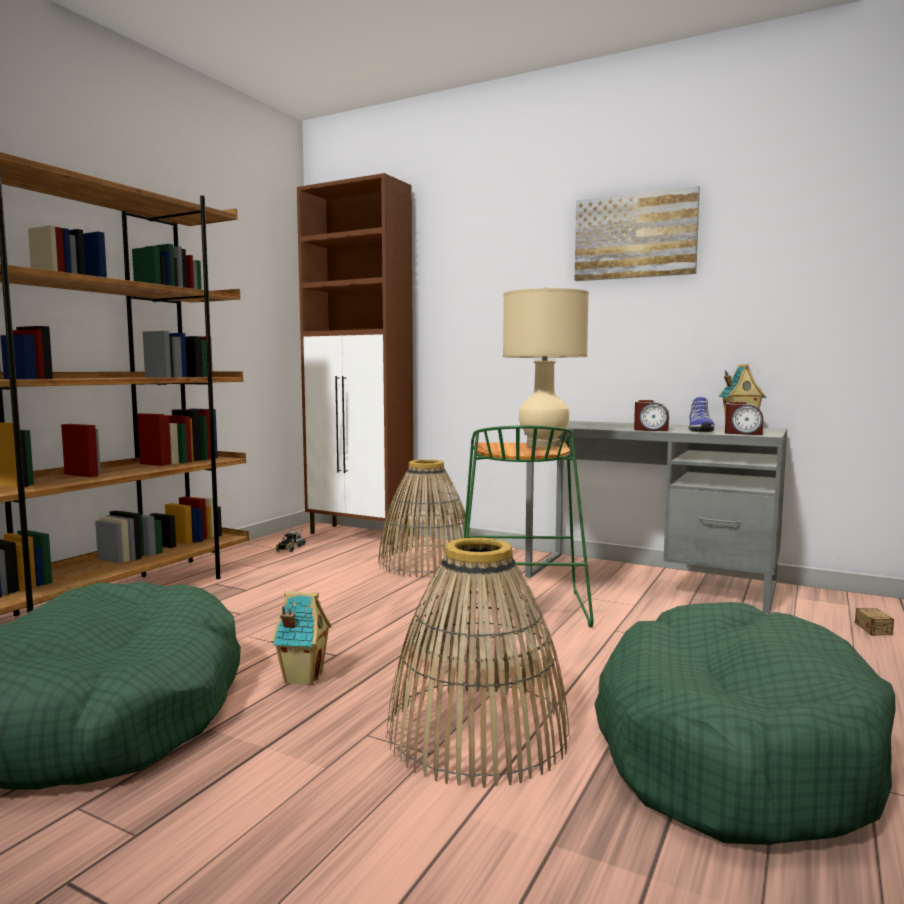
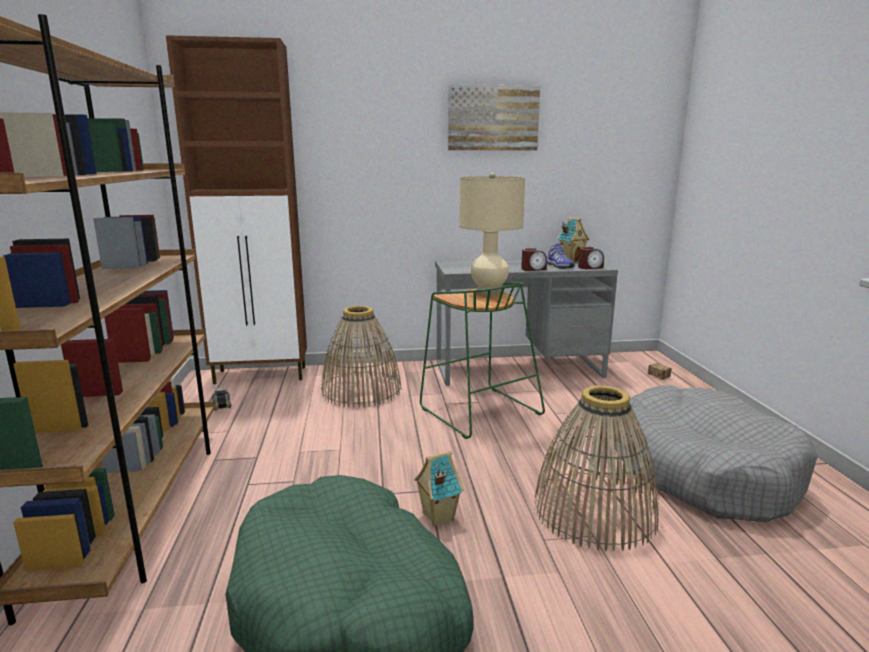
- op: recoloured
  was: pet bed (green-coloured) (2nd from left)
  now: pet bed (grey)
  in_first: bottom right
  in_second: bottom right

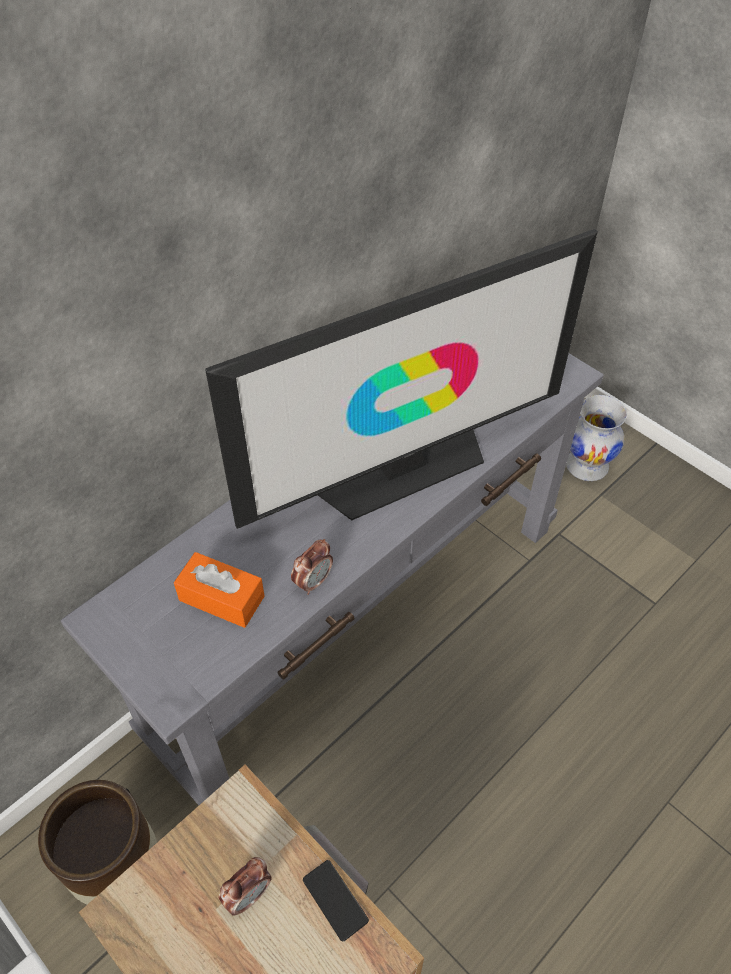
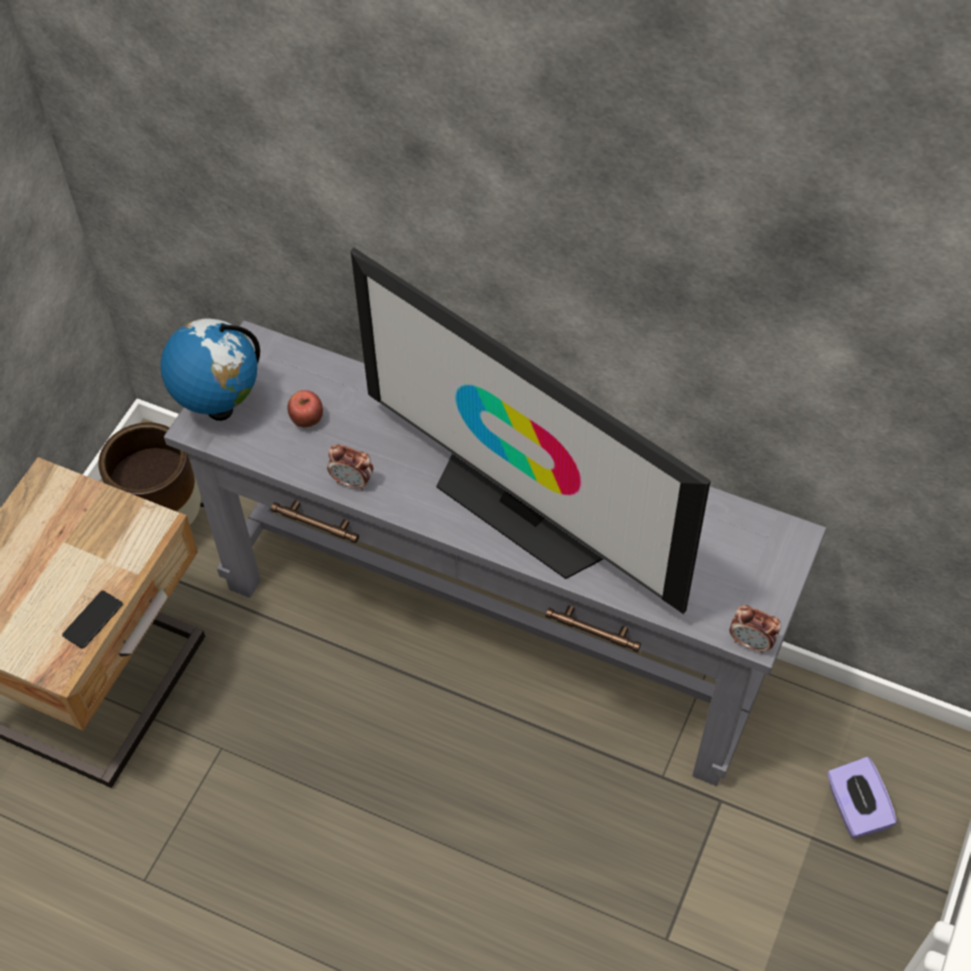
- op: replaced
  was: flower vase (white)
  now: box of tissues (purple)
  in_first: middle right
  in_second: bottom right
- op: replaced
  was: box of tissues (orange)
  now: apple fruit
  in_first: middle left
  in_second: middle left
- op: moved
  was: bedside clock (1st from left in the first image)
  now: bedside clock (2nd from left)
  in_first: bottom centre
  in_second: middle right
- op: added
  now: globe
  in_second: middle left

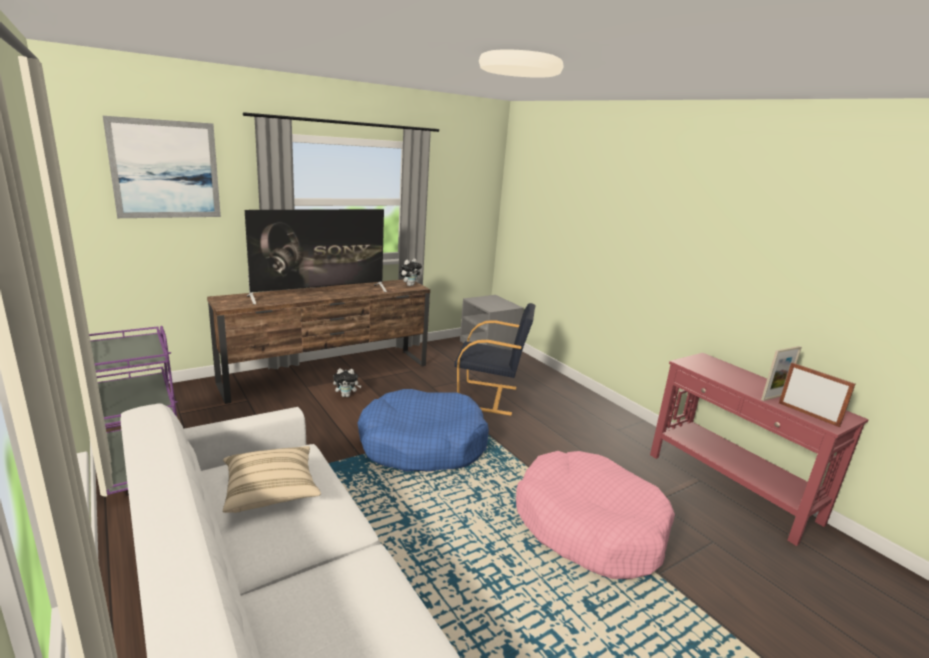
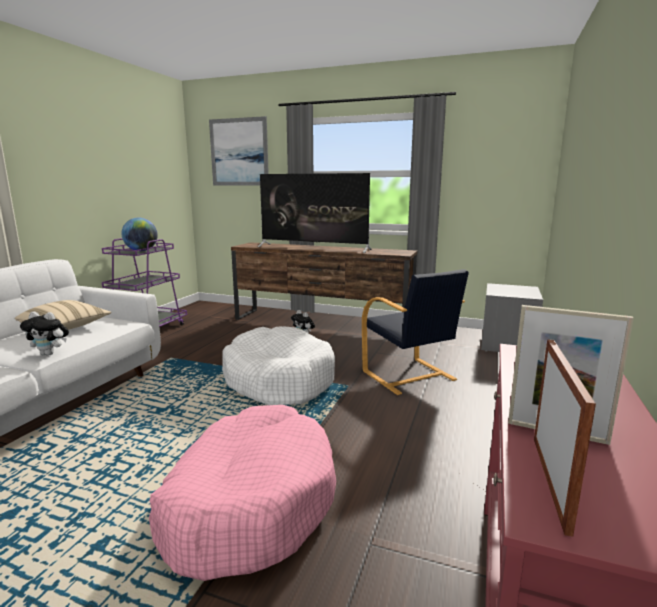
- op: moved
  was: plush toy (2nd from left in the first image)
  now: plush toy (1st from left)
  in_first: centre
  in_second: middle left
- op: recoloured
  was: pet bed (bluish)
  now: pet bed (white)
  in_first: centre
  in_second: centre
- op: added
  now: globe
  in_second: middle left

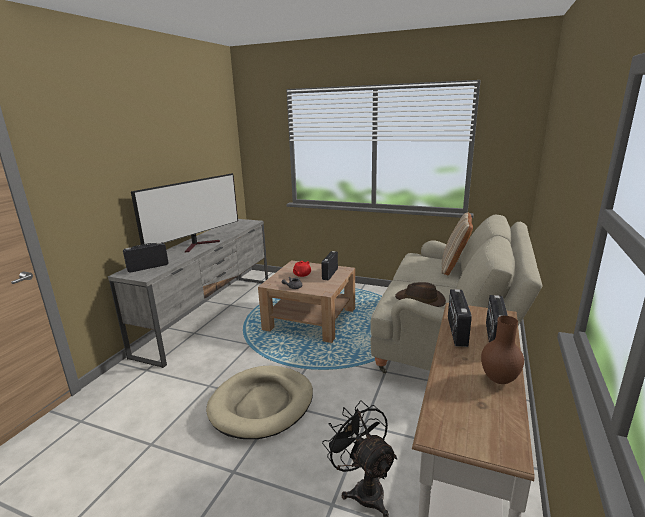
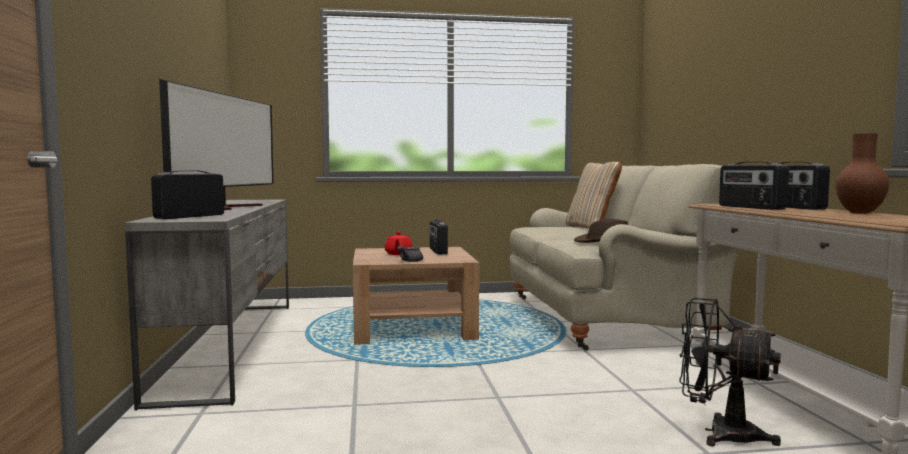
- op: removed
  was: pet bed (sand-coloured)
  in_first: bottom centre

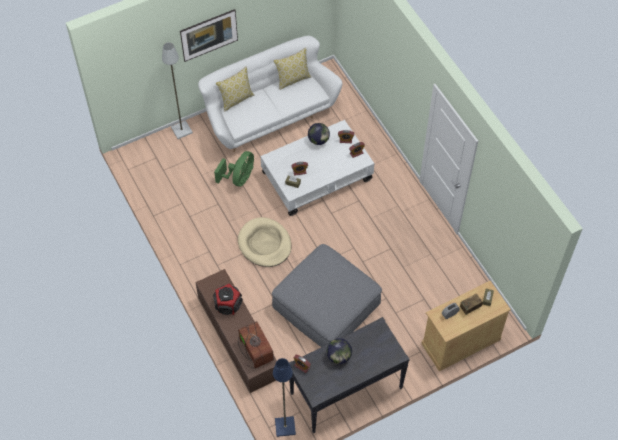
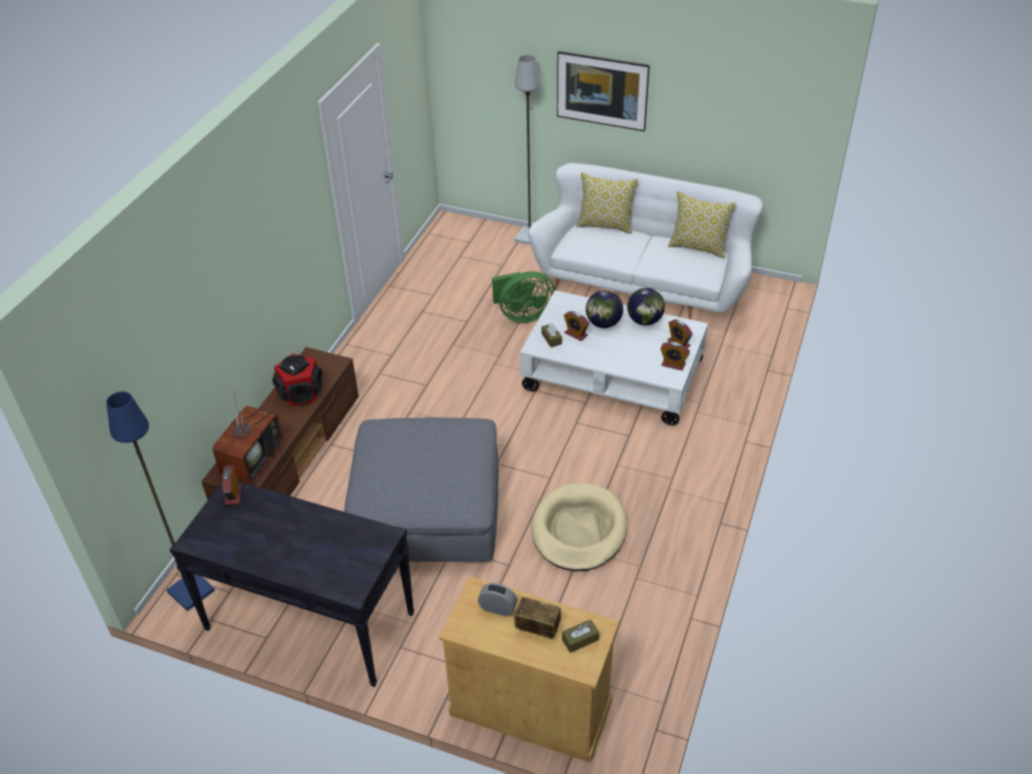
- op: moved
  was: pet bed (sand-coloured)
  in_first: centre
  in_second: bottom centre
- op: moved
  was: globe (2nd from left in the first image)
  now: globe (1st from left)
  in_first: bottom centre
  in_second: centre

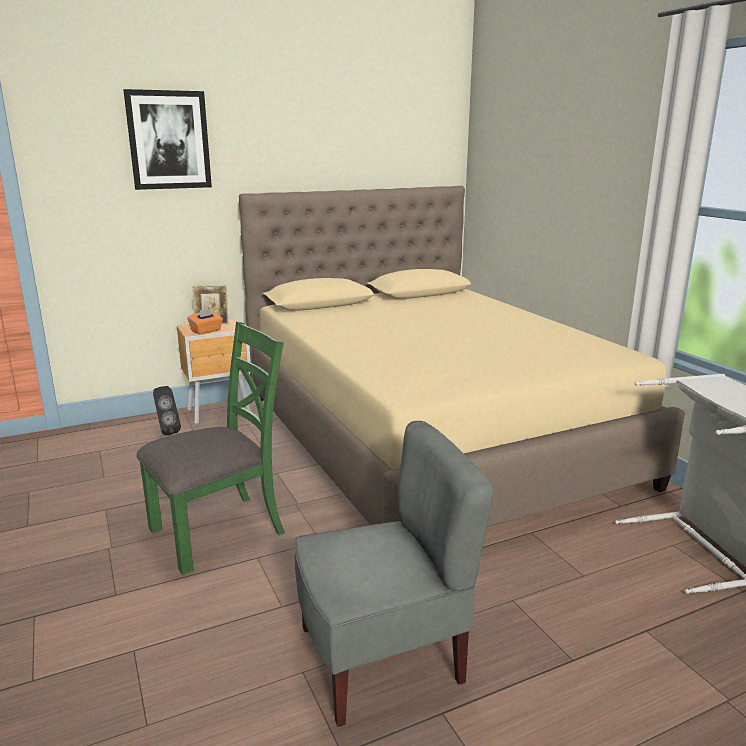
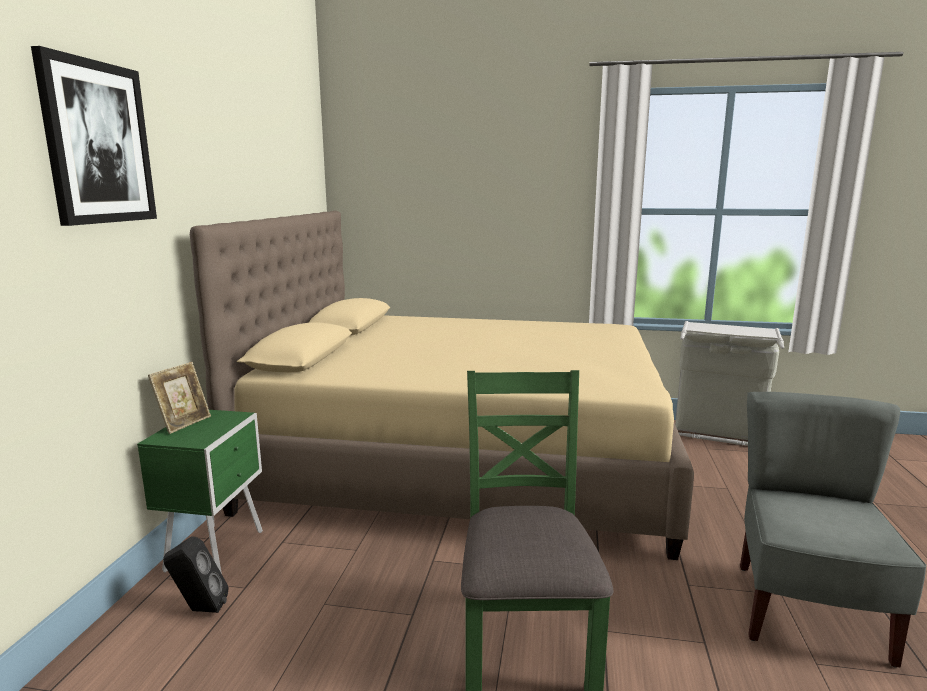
- op: removed
  was: box of tissues (orange)
  in_first: middle left
- op: recoloured
  was: bedside table (brown-coloured)
  now: bedside table (green-coloured)
  in_first: middle left
  in_second: bottom left

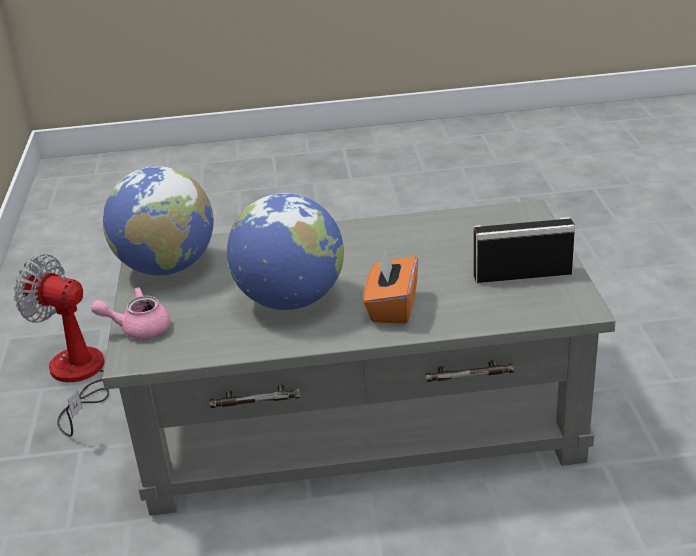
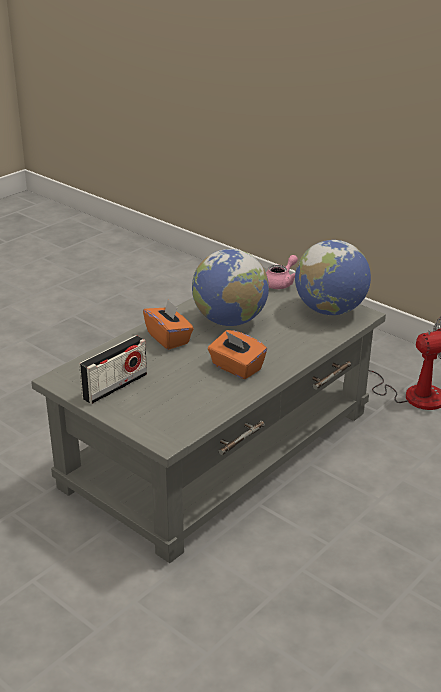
- op: added
  now: box of tissues (orange) (2nd from left)
  in_second: centre

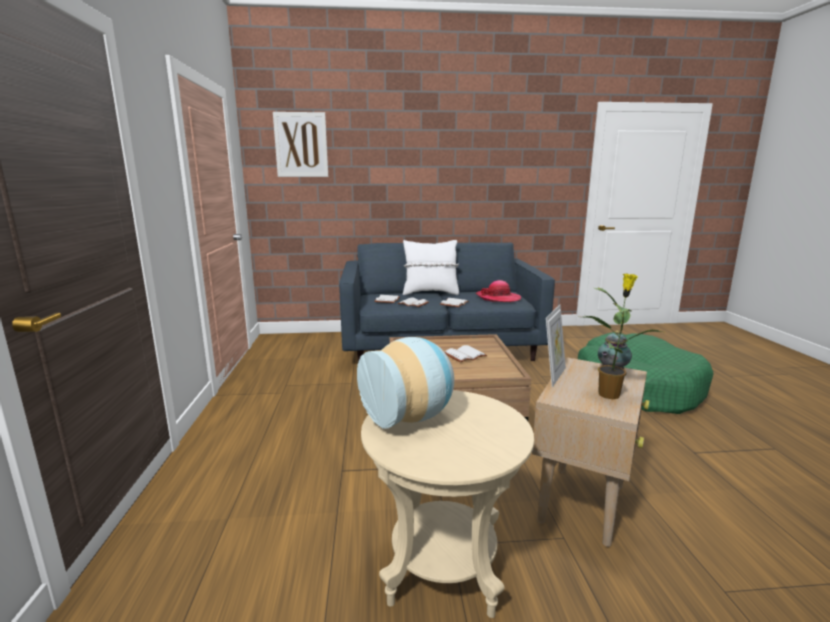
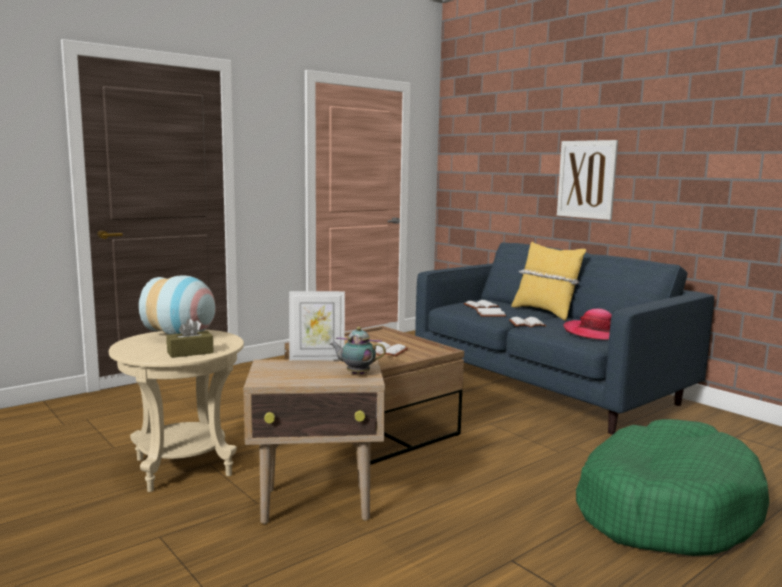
- op: moved
  was: wall picture
  in_first: top centre
  in_second: top right
- op: recoloured
  was: pillow (white)
  now: pillow (yellowish)
  in_first: centre
  in_second: middle right
- op: removed
  was: potted plant
  in_first: middle right
- op: added
  now: box of tissues (brown-coloured)
  in_second: middle left

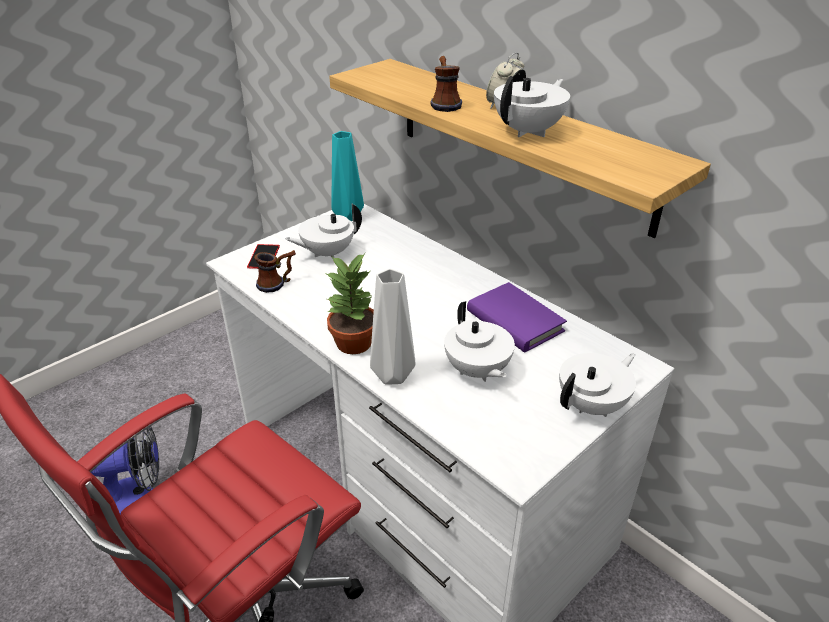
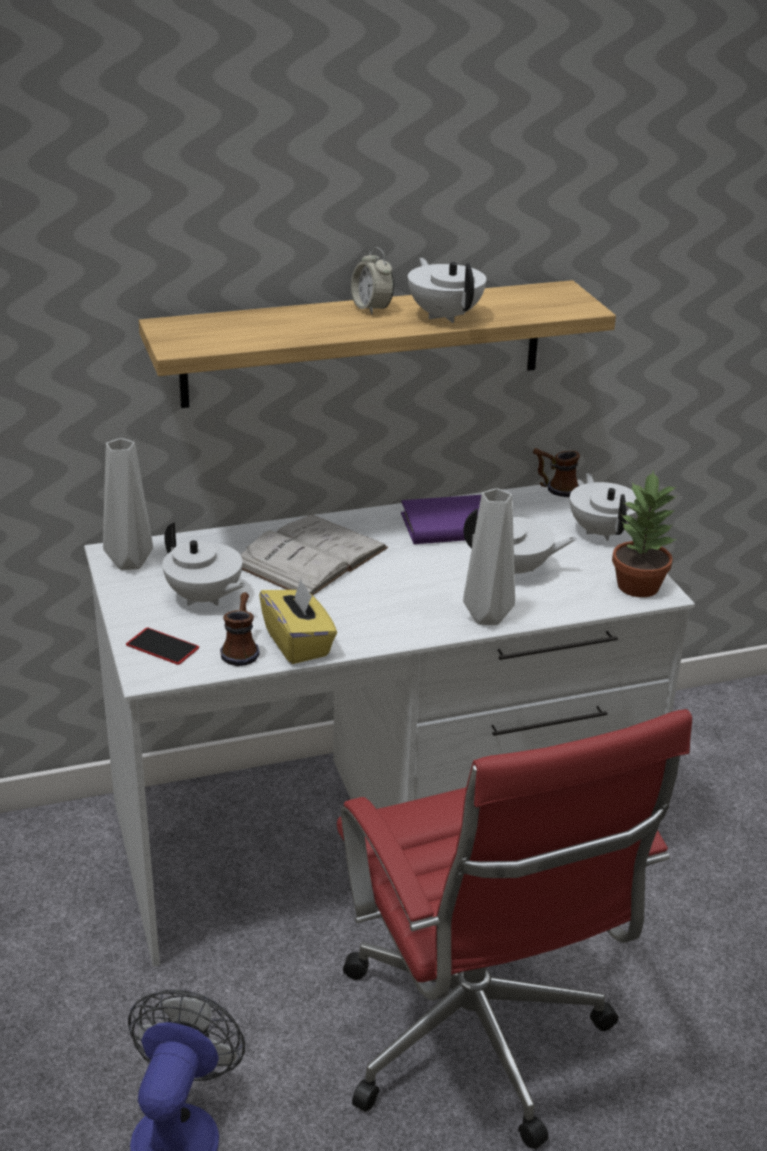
- op: moved
  was: tea mug (2nd from left)
  in_first: top centre
  in_second: middle right
- op: recoloured
  was: flower vase (turquoise-coloured)
  now: flower vase (grey) (1st from left)
  in_first: top centre
  in_second: middle left
- op: turned
  was: tea pot (white) (1st from left)
  in_first: centre
  in_second: middle left
  clockwise: -45
- op: moved
  was: potted plant
  in_first: centre
  in_second: middle right
- op: added
  now: volume (white)
  in_second: centre
- op: added
  now: box of tissues (yellowish)
  in_second: centre

